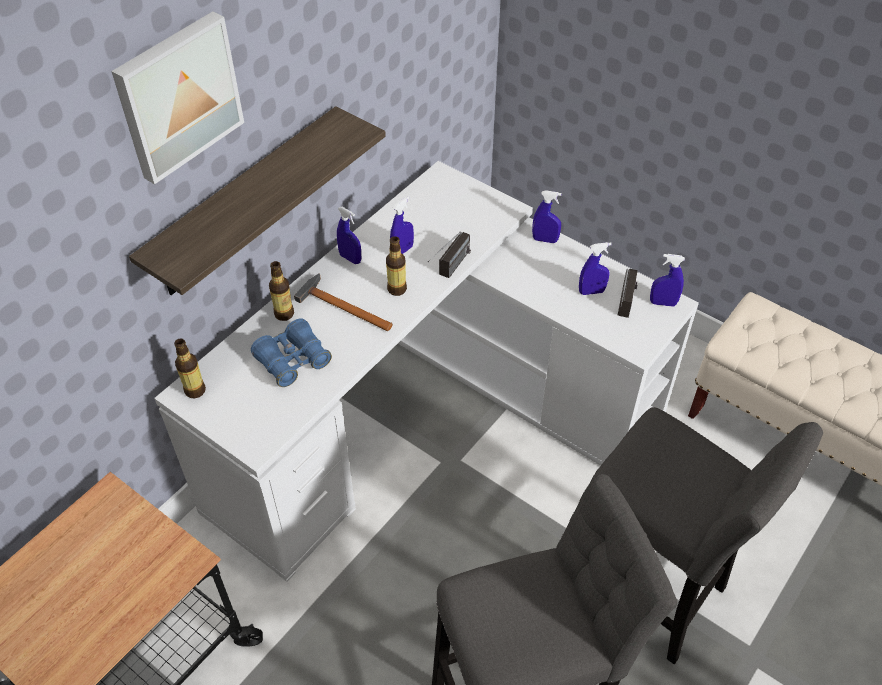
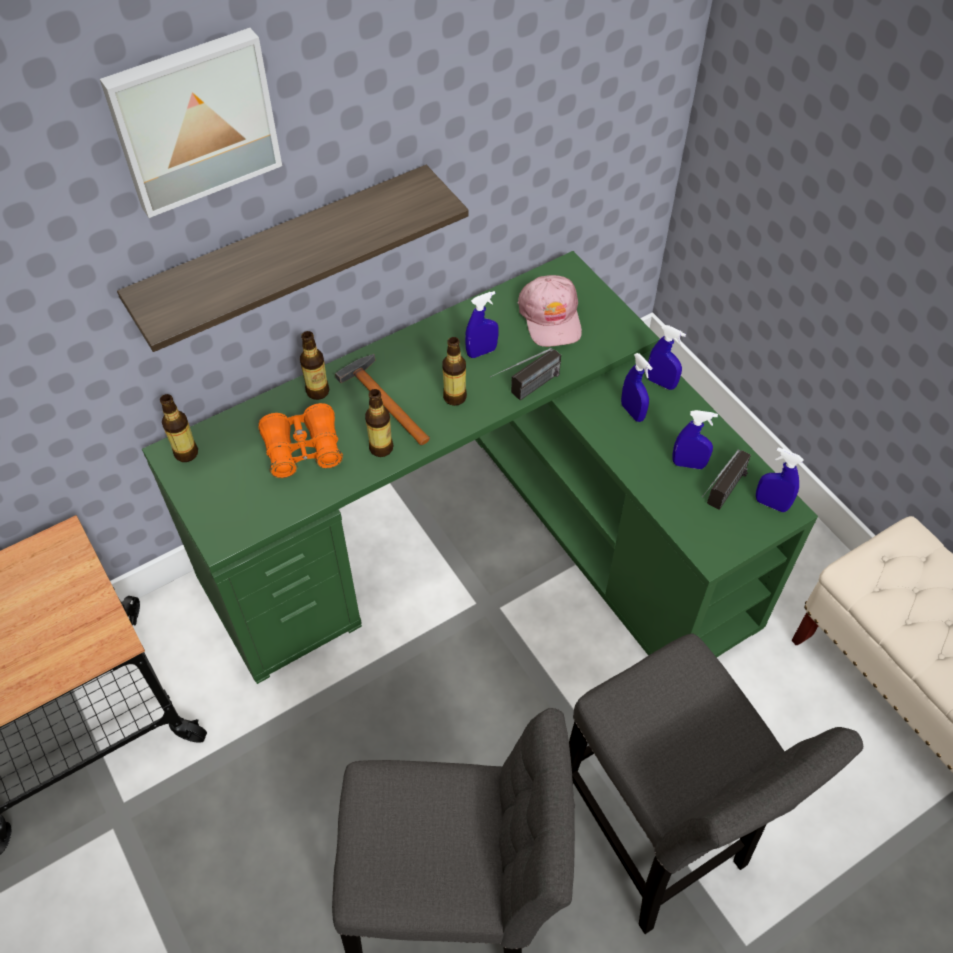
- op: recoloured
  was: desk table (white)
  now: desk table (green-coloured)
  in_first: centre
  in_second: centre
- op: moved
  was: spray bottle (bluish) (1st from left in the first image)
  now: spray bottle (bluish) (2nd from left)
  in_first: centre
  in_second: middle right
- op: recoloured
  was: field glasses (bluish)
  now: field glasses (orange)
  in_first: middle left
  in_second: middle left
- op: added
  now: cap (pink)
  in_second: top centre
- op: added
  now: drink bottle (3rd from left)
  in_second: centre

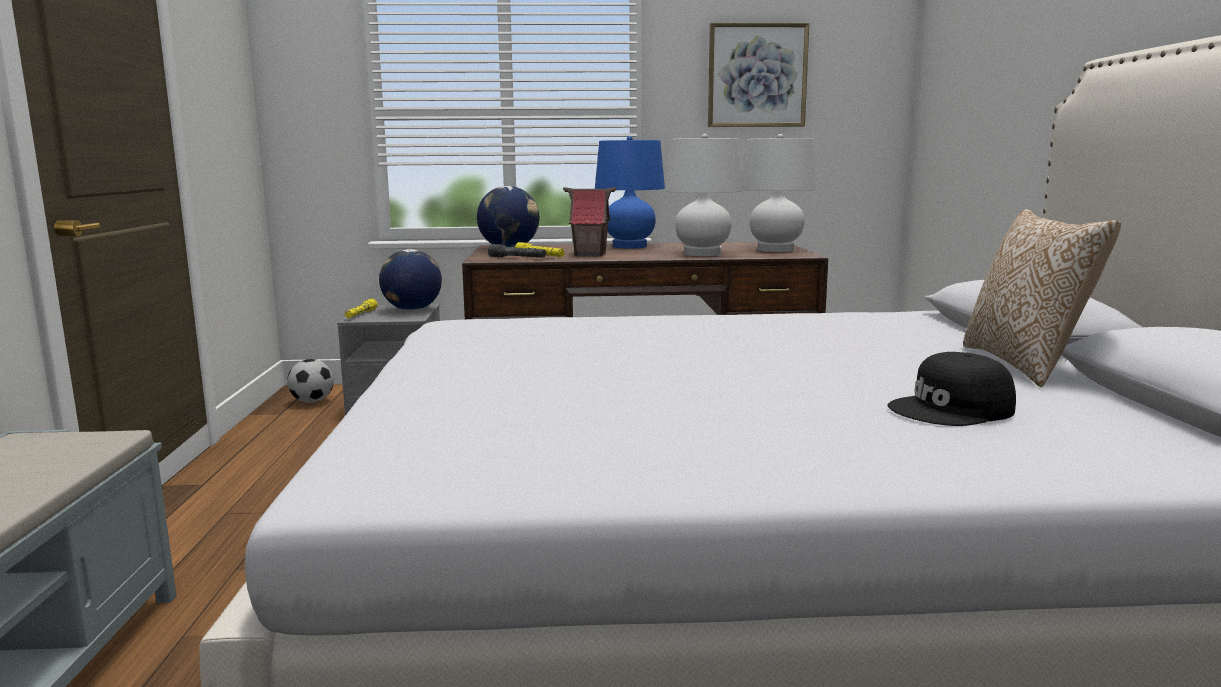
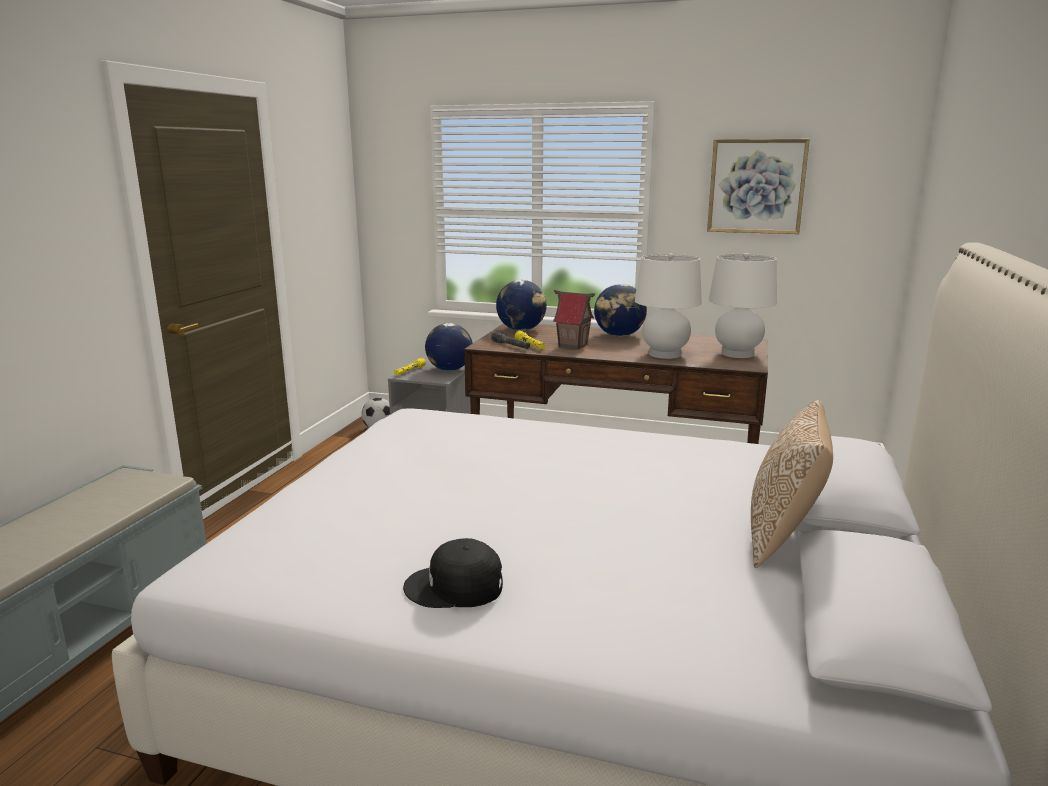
- op: replaced
  was: table lamp (bluish)
  now: globe (3rd from left)
  in_first: top centre
  in_second: centre
- op: moved
  was: cap (blackish)
  in_first: middle right
  in_second: bottom centre

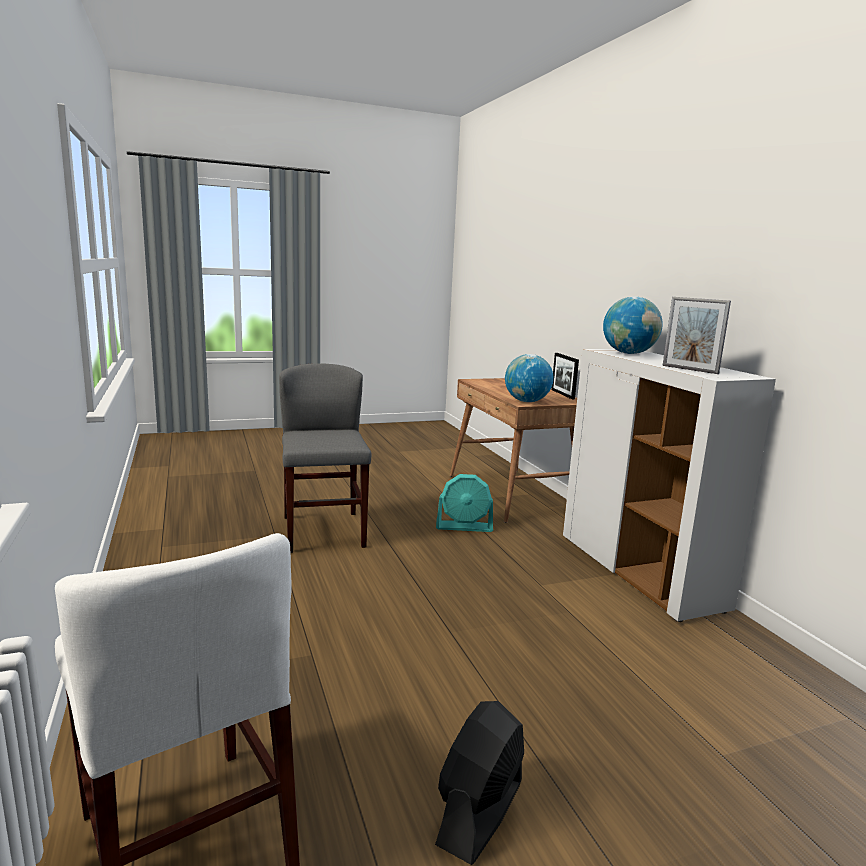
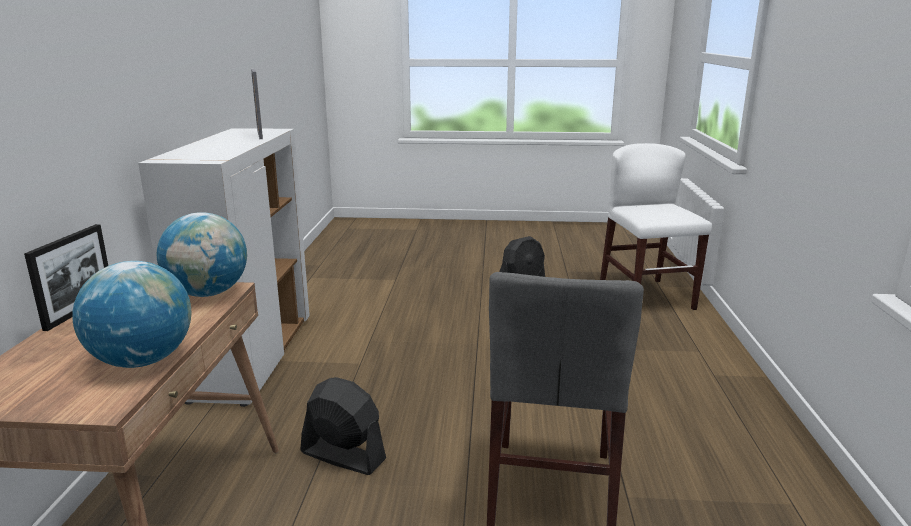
- op: moved
  was: globe (2nd from left in the first image)
  now: globe (1st from left)
  in_first: middle right
  in_second: middle left
- op: recoloured
  was: electric fan (turquoise-coloured)
  now: electric fan (blackish) (1st from left)
  in_first: centre
  in_second: bottom centre

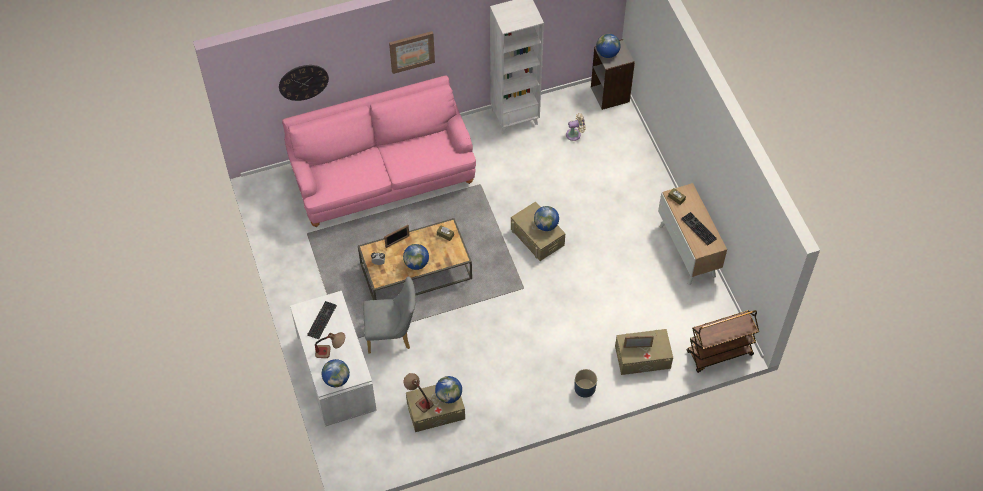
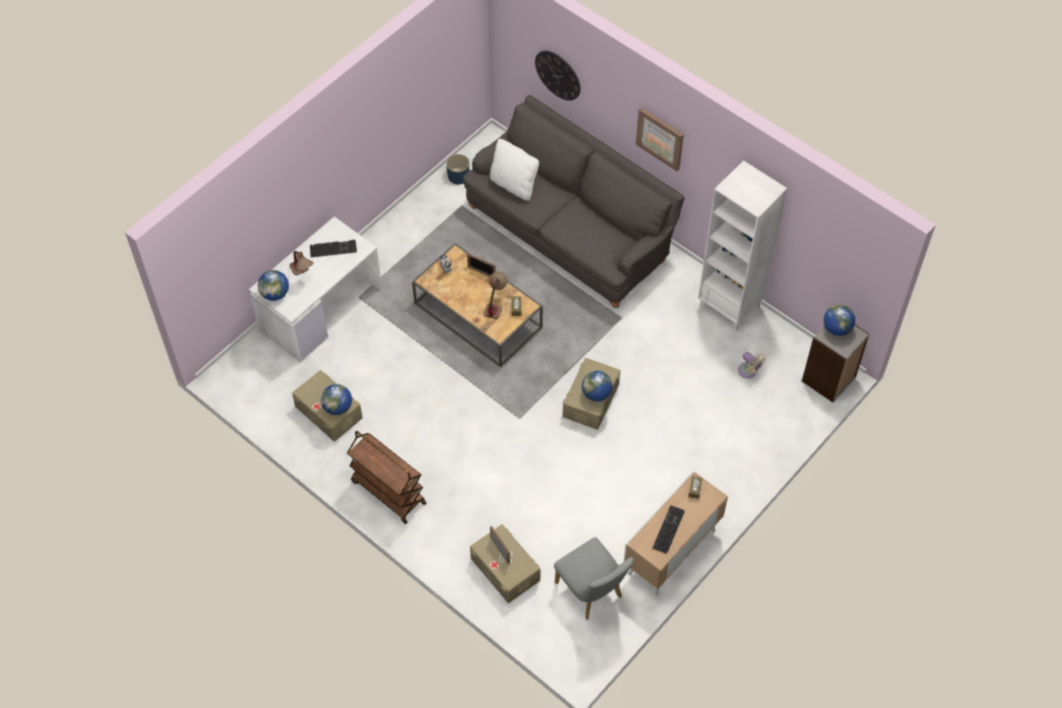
- op: recoloured
  was: couch (pink)
  now: couch (grey)
  in_first: top centre
  in_second: top centre
- op: removed
  was: globe (2nd from left)
  in_first: centre
- op: moved
  was: plain chair (grey)
  in_first: centre
  in_second: bottom centre
- op: moved
  was: wheeled cart (brown-coloured)
  in_first: bottom right
  in_second: bottom centre
- op: moved
  was: plant pot (bluish)
  in_first: bottom centre
  in_second: top centre
- op: moved
  was: table lamp (2nd from left)
  in_first: bottom centre
  in_second: centre
- op: added
  now: pillow (white)
  in_second: top centre

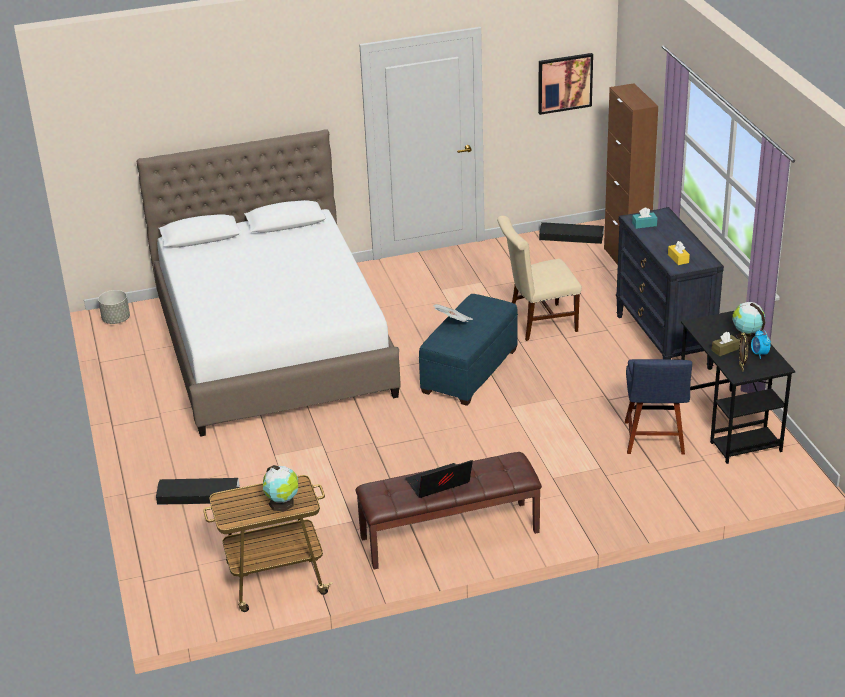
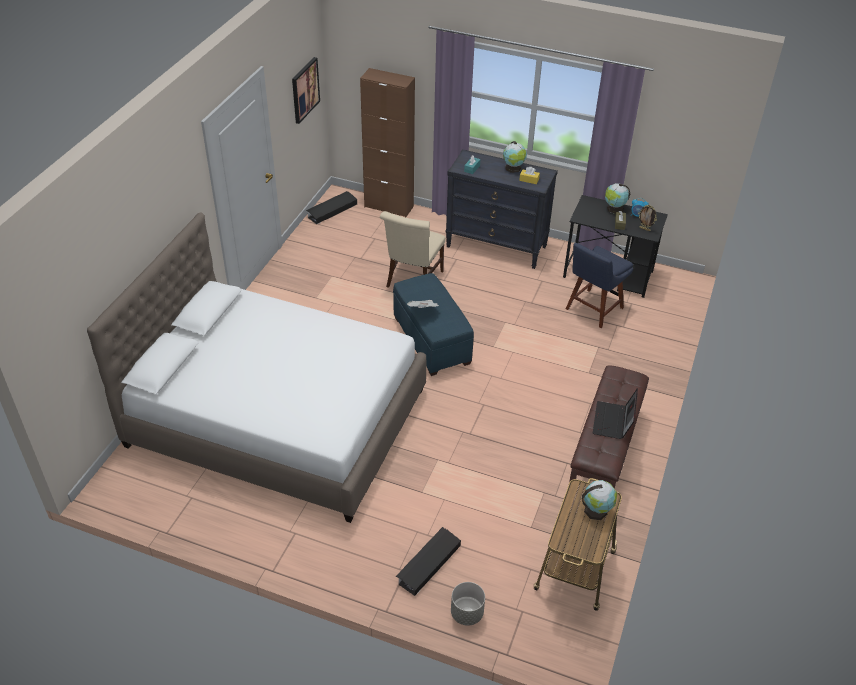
- op: moved
  was: plant pot (grey)
  in_first: middle left
  in_second: bottom centre
- op: turned
  was: plain chair (bluish)
  in_first: middle right
  in_second: middle right
  clockwise: 90
- op: added
  now: globe (1st from left)
  in_second: top centre

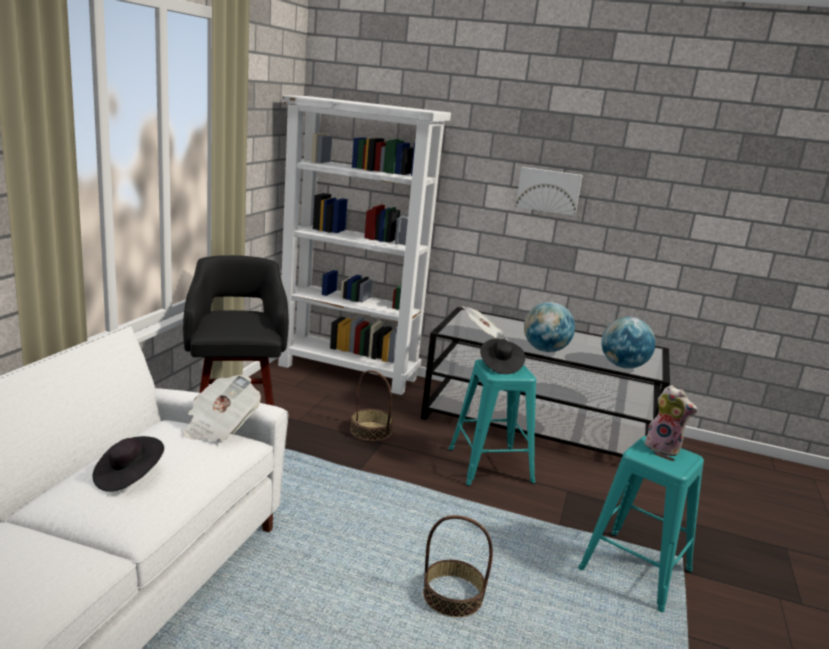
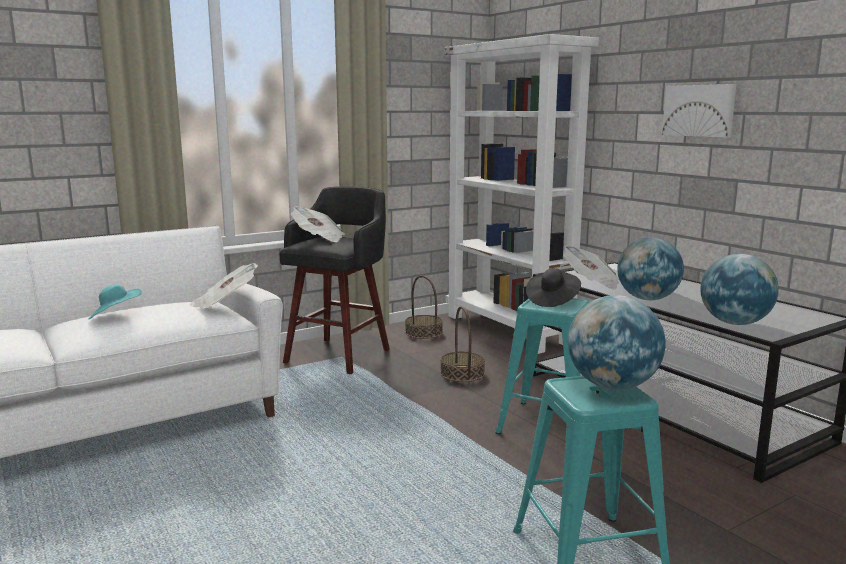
- op: replaced
  was: plush toy
  now: globe (1st from left)
  in_first: middle right
  in_second: middle right
- op: recoloured
  was: clothing hat (blackish) (1st from left)
  now: clothing hat (turquoise-coloured)
  in_first: bottom left
  in_second: middle left
- op: moved
  was: storage basket (2nd from left in the first image)
  now: storage basket (1st from left)
  in_first: bottom centre
  in_second: centre
- op: added
  now: printed paper (2nd from left)
  in_second: centre

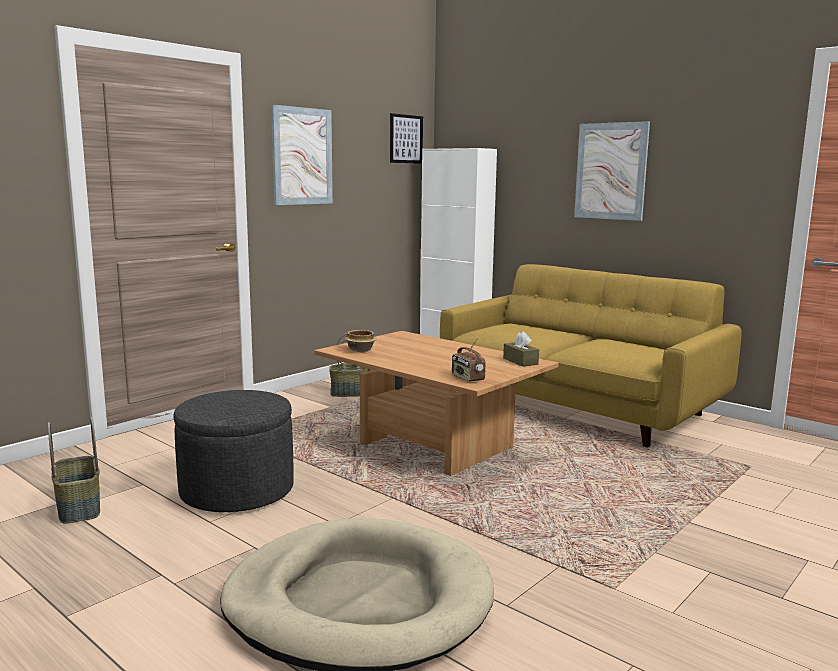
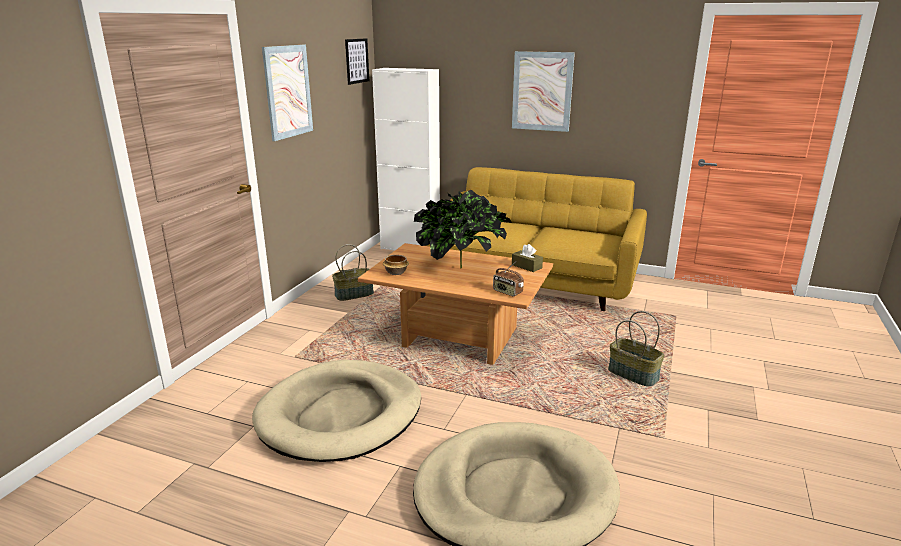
- op: replaced
  was: footrest (grey)
  now: pet bed (sand-coloured) (1st from left)
  in_first: bottom left
  in_second: bottom centre
- op: moved
  was: storage basket (1st from left in the first image)
  now: storage basket (2nd from left)
  in_first: bottom left
  in_second: middle right
- op: added
  now: potted plant
  in_second: centre

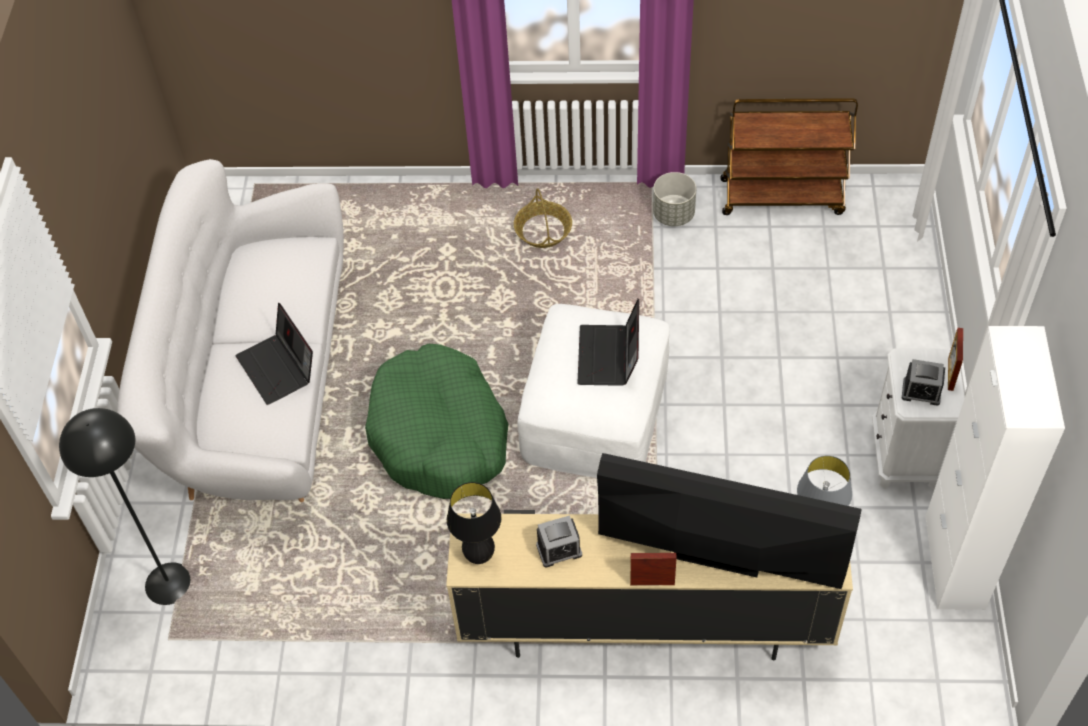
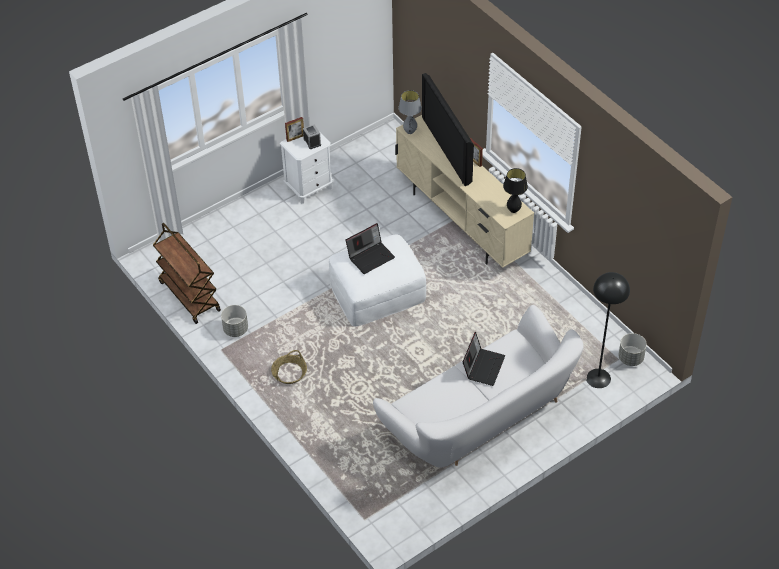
- op: removed
  was: storage cabinet (white)
  in_first: middle right
- op: removed
  was: pet bed (green-coloured)
  in_first: centre
- op: removed
  was: bedside clock (1st from left)
  in_first: bottom centre
- op: added
  now: plant pot (grey) (2nd from left)
  in_second: middle right

